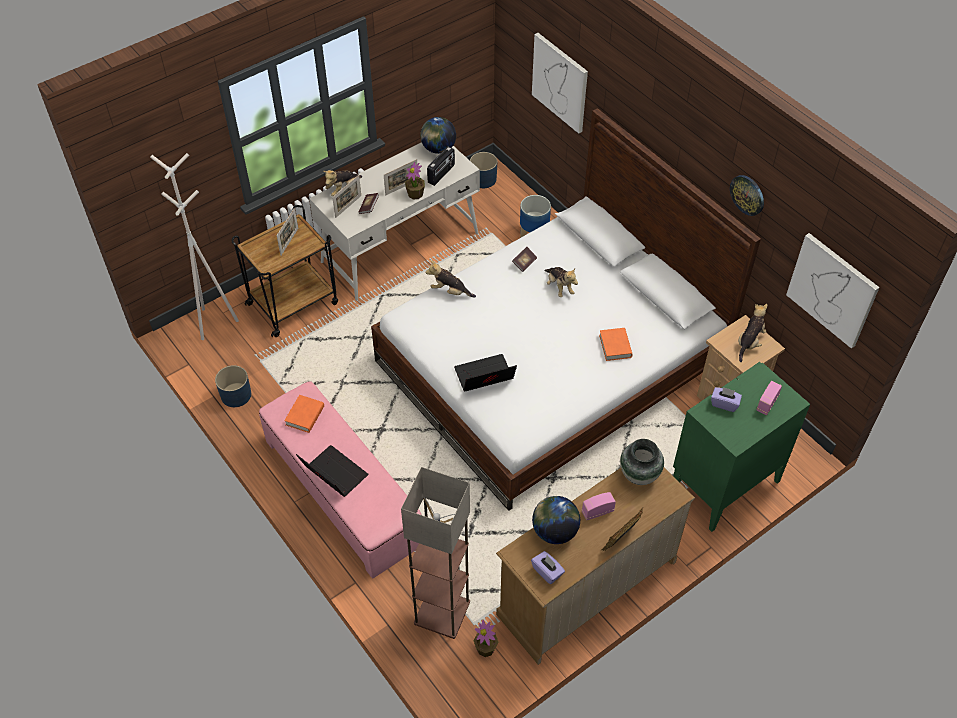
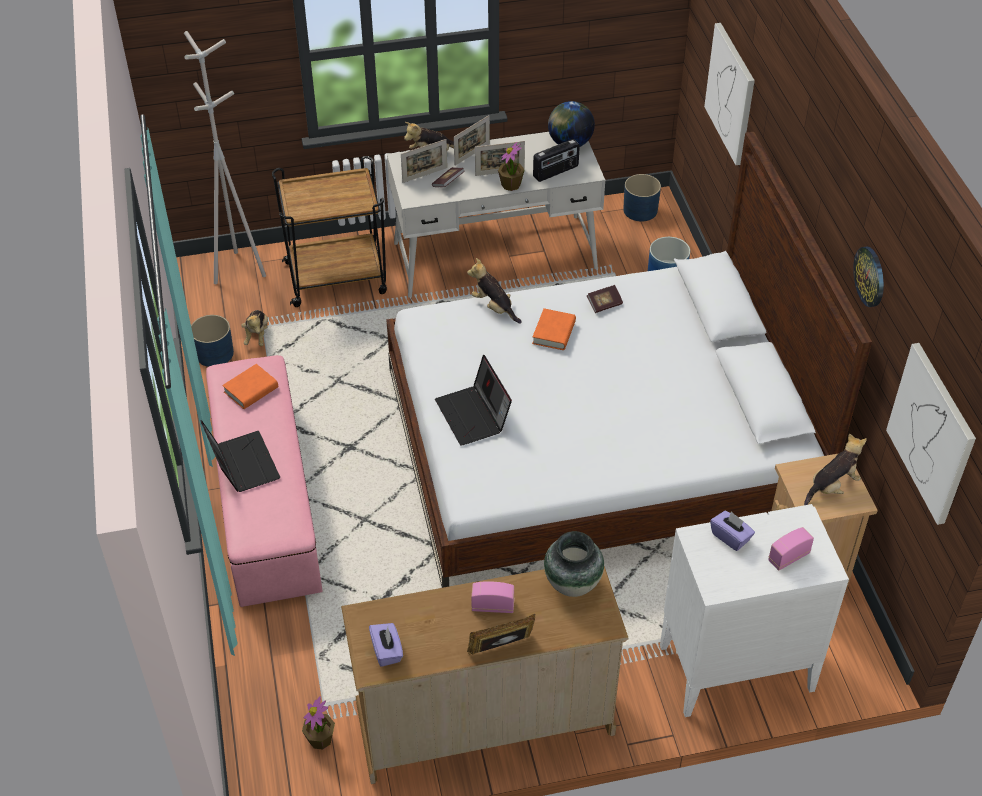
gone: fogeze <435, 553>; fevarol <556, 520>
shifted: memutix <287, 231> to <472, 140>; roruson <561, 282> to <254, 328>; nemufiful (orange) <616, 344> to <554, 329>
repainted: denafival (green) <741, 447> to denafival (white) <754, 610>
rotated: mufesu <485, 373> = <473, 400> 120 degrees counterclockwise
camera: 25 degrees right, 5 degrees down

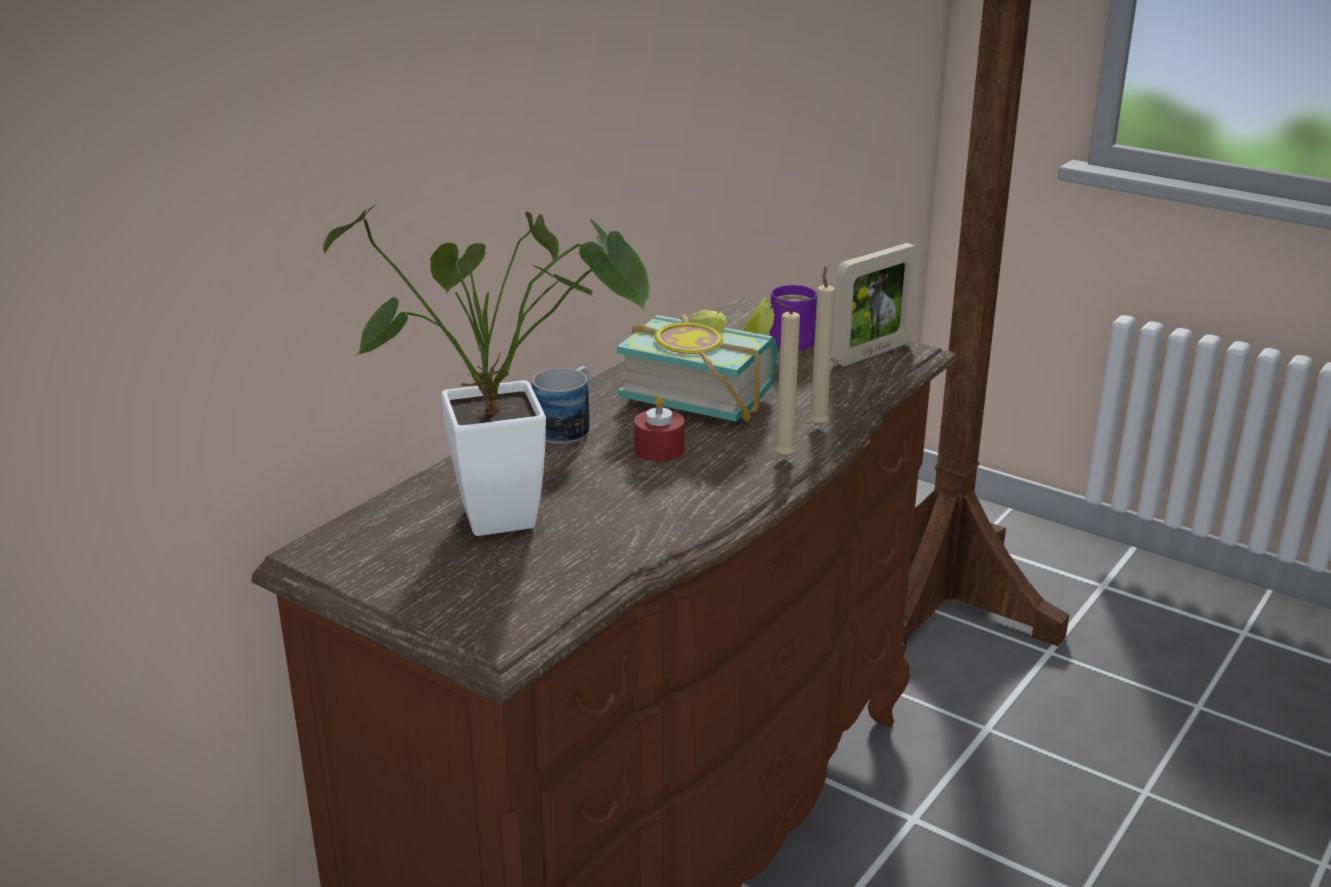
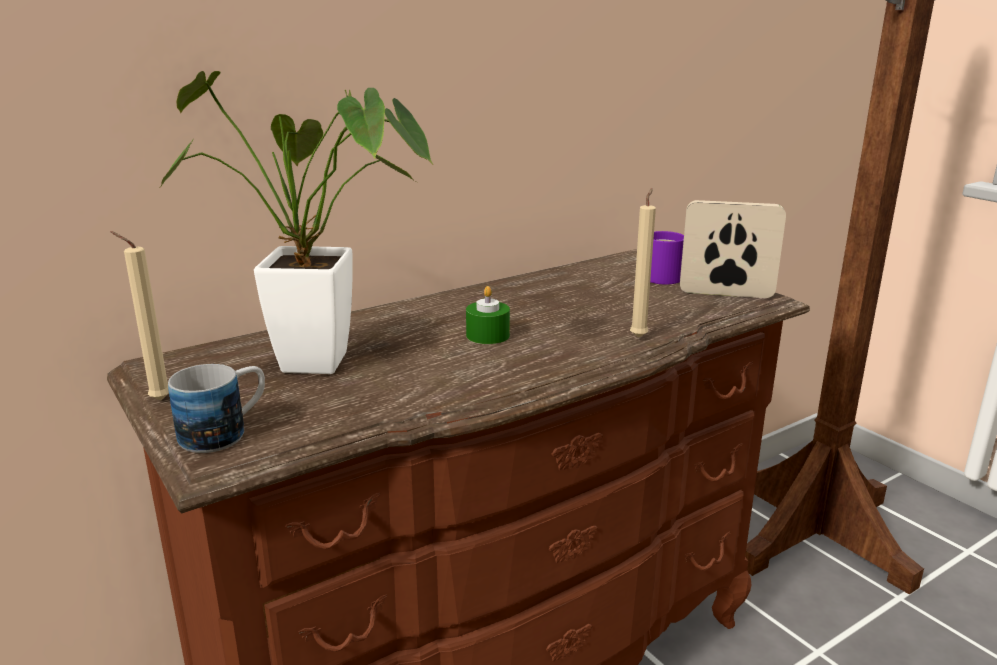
gone: nemufiful <697, 359>
shifted: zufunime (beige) <787, 379> to <139, 315>; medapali <560, 405> to <216, 408>
repainted: zufunime (red) <659, 428> to zufunime (green) <488, 315>
rotated: memutix <875, 304> = <733, 249> 150 degrees counterclockwise
camera: 20 degrees right, 5 degrees down

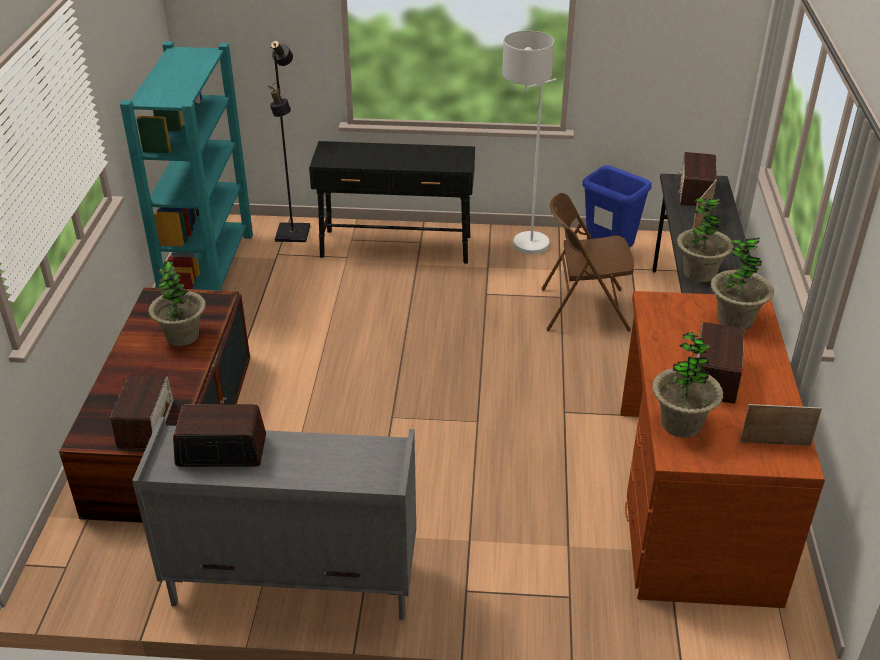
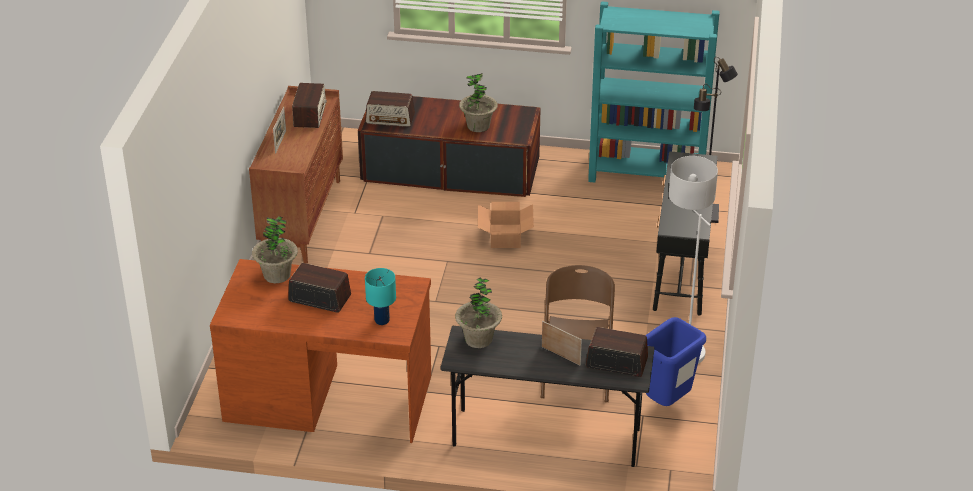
new: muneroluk <506, 225>
shifted: memutix <781, 425> to <279, 130>
swapped: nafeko <742, 283> to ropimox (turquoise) <380, 296>
repainted: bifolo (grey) <274, 518> to bifolo (brown) <296, 175>
camera: 95 degrees right, 0 degrees up

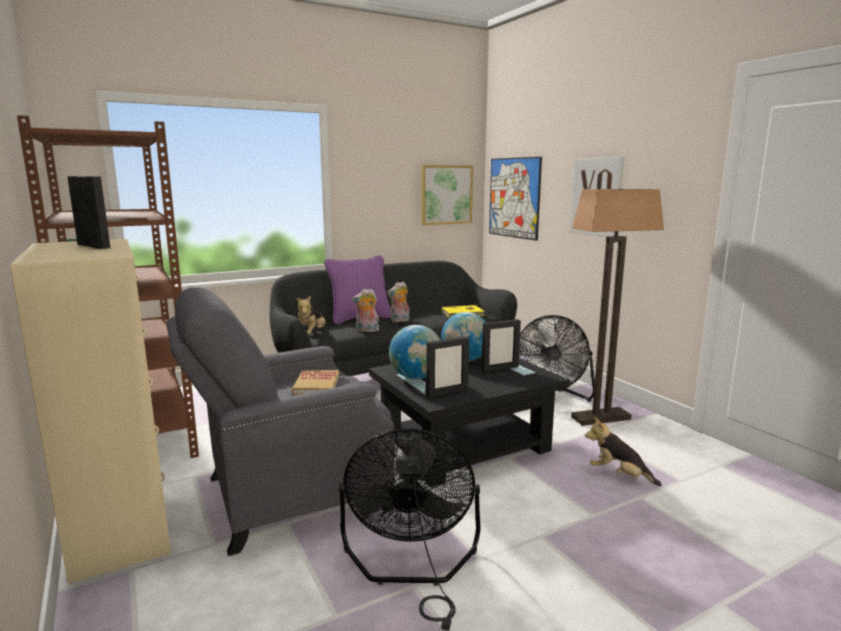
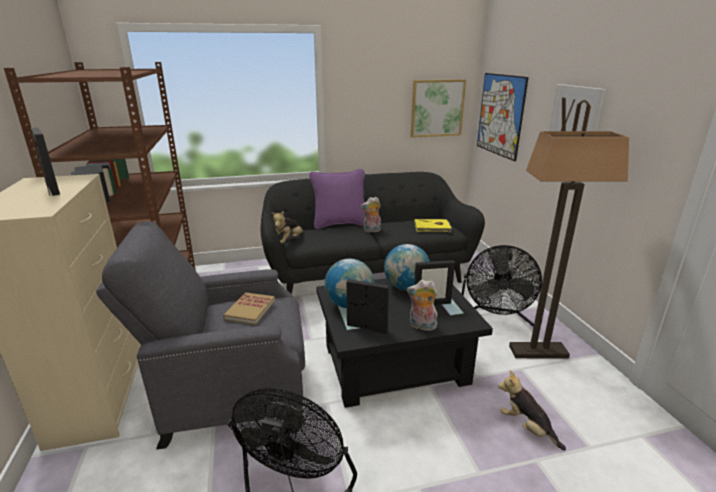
shifted: roruson <365, 310> to <422, 305>
rotated: memutix <447, 366> = <367, 306> 150 degrees counterclockwise
camera: 15 degrees right, 10 degrees up

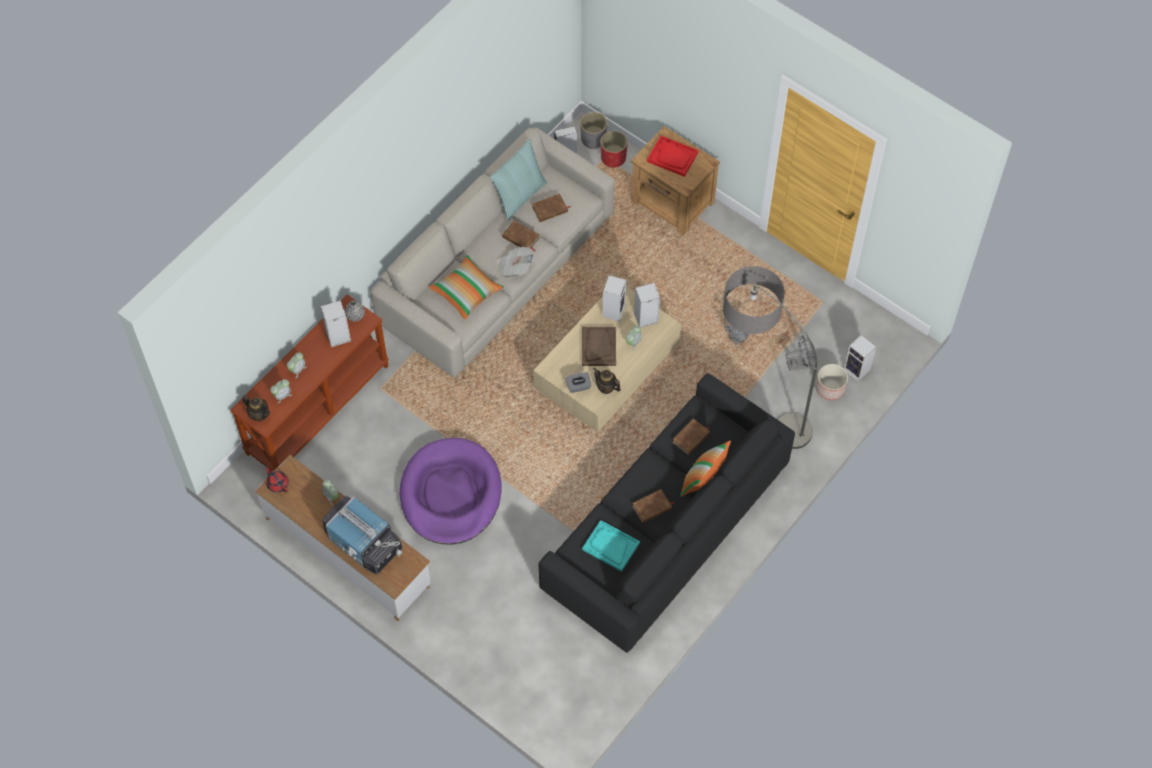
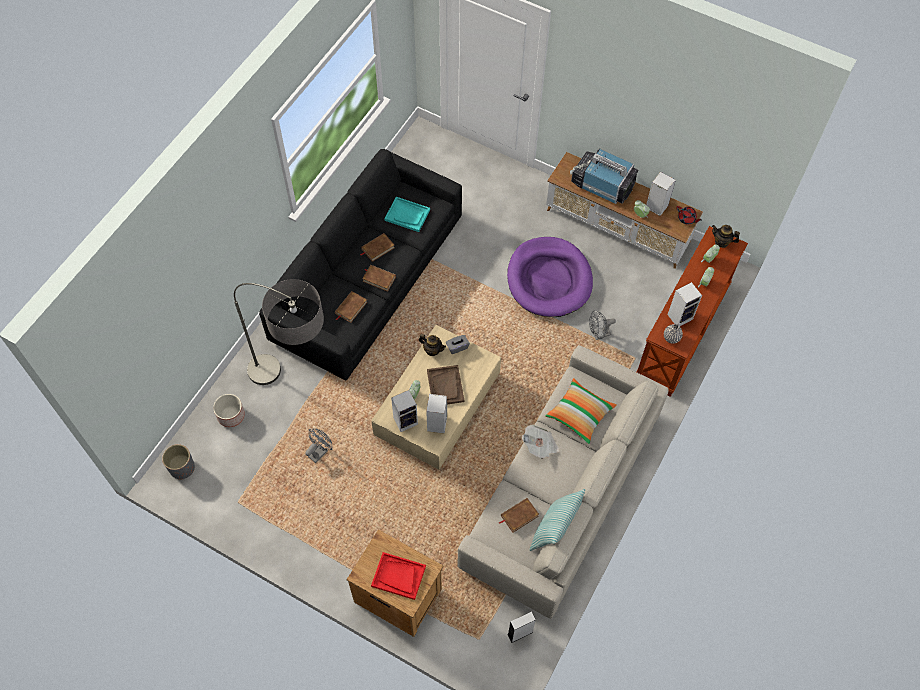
gone: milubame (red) <614, 149>; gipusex <705, 469>
shifted: milubame (grey) <593, 130> to <178, 462>; nemufiful (brown) <520, 236> to <379, 278>; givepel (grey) <800, 353> to <602, 325>; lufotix <860, 358> to <661, 194>
camera: 170 degrees right, 0 degrees up

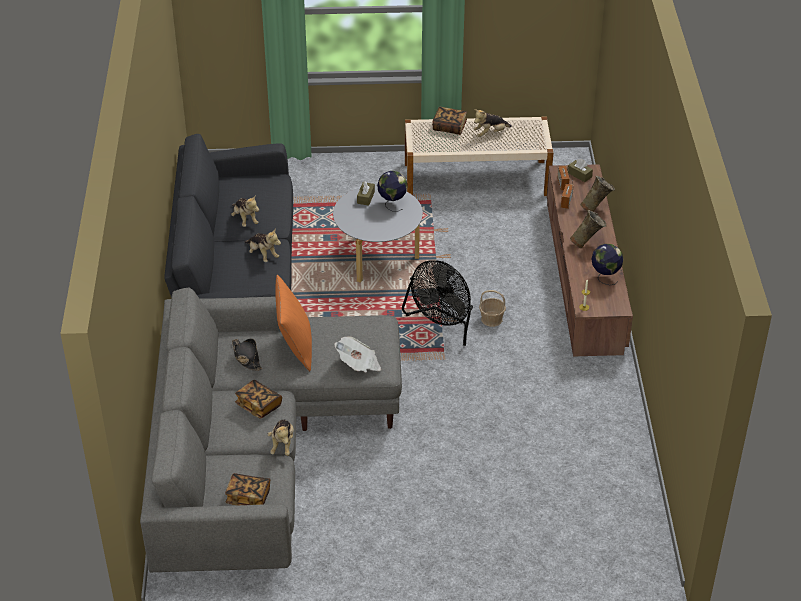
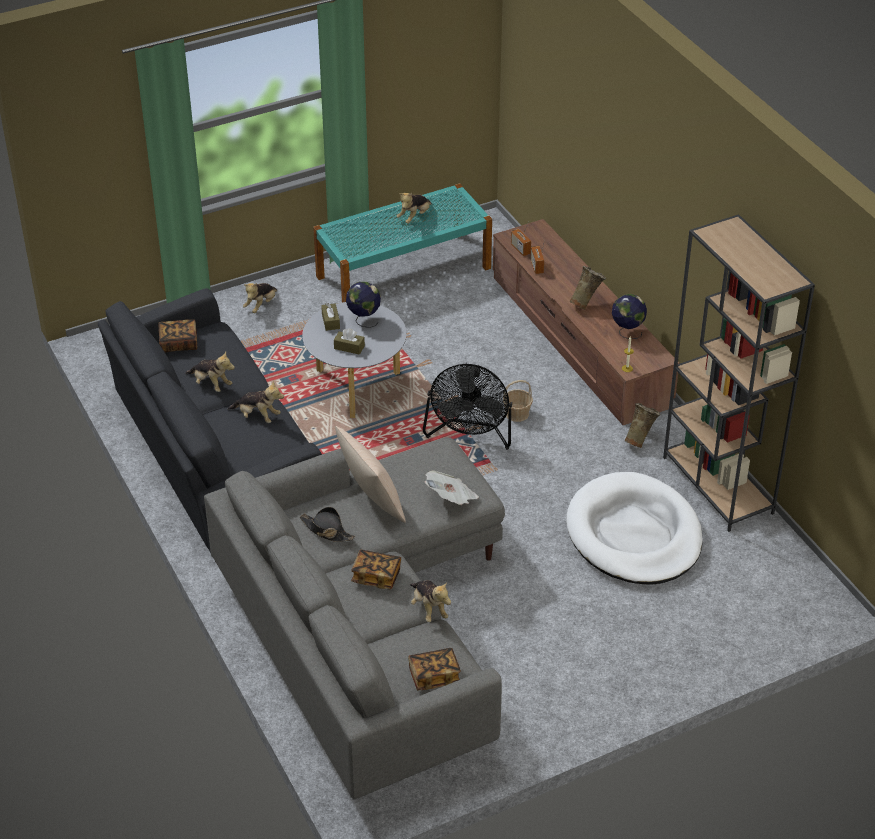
new: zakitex <739, 373>; roruson <260, 298>; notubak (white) <634, 528>
shifted: nemufiful <449, 121> to <178, 336>; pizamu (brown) <580, 170> to <349, 341>; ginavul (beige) <597, 194> to <642, 425>
repainted: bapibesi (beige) <479, 156> to bapibesi (turquoise) <402, 243>; gipusex (orange) <293, 323> to gipusex (beige) <370, 474>
camera: 25 degrees left, 0 degrees up

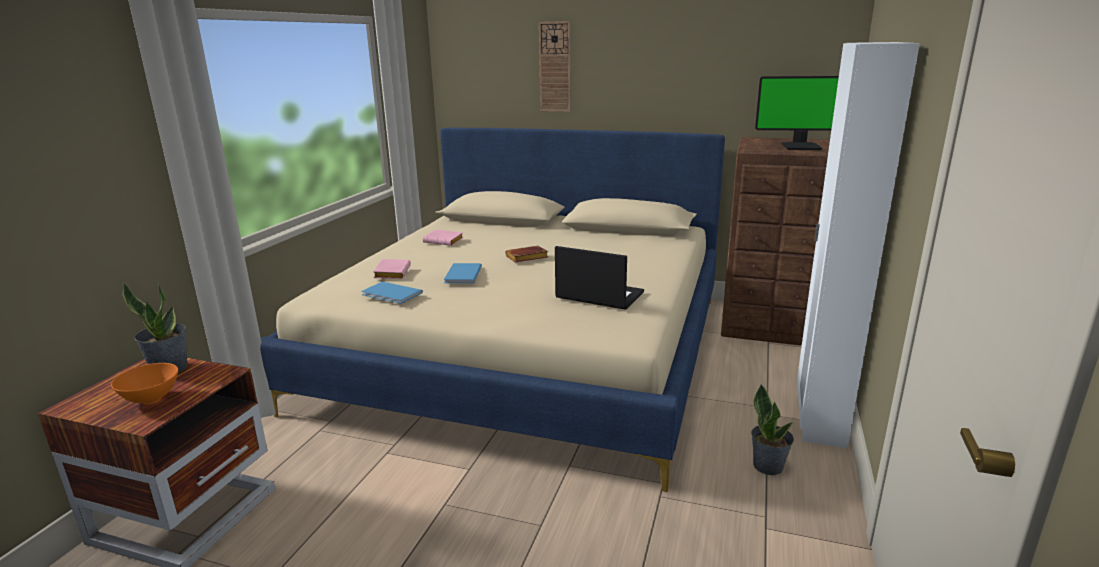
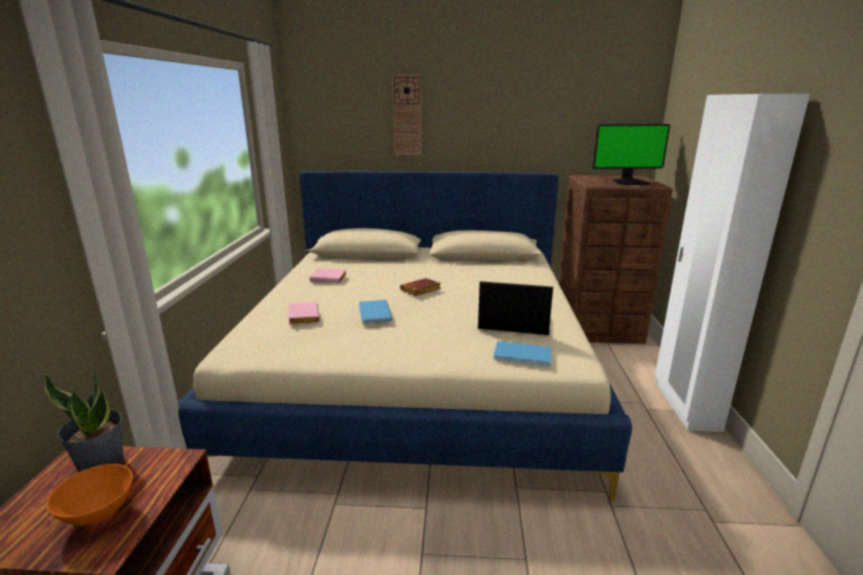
gone: nafeko <772, 429>
shifted: nemufiful (blue) <392, 293> to <522, 353>
camera: 15 degrees left, 0 degrees up

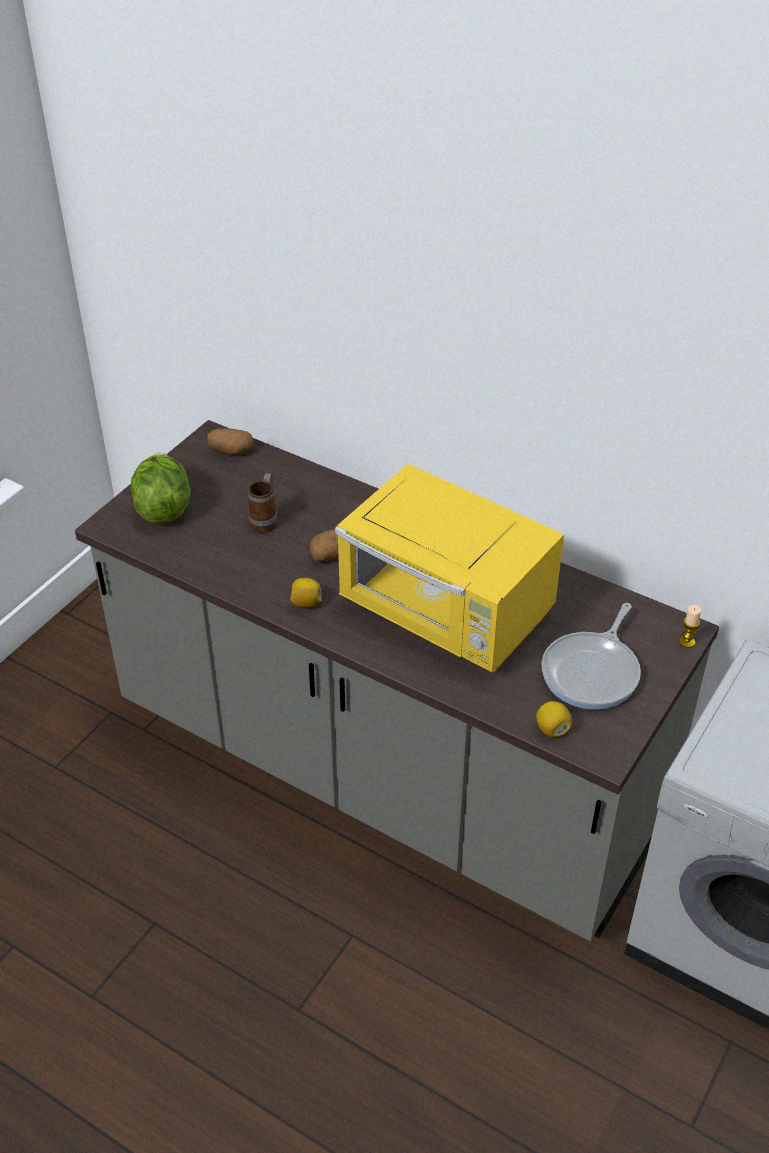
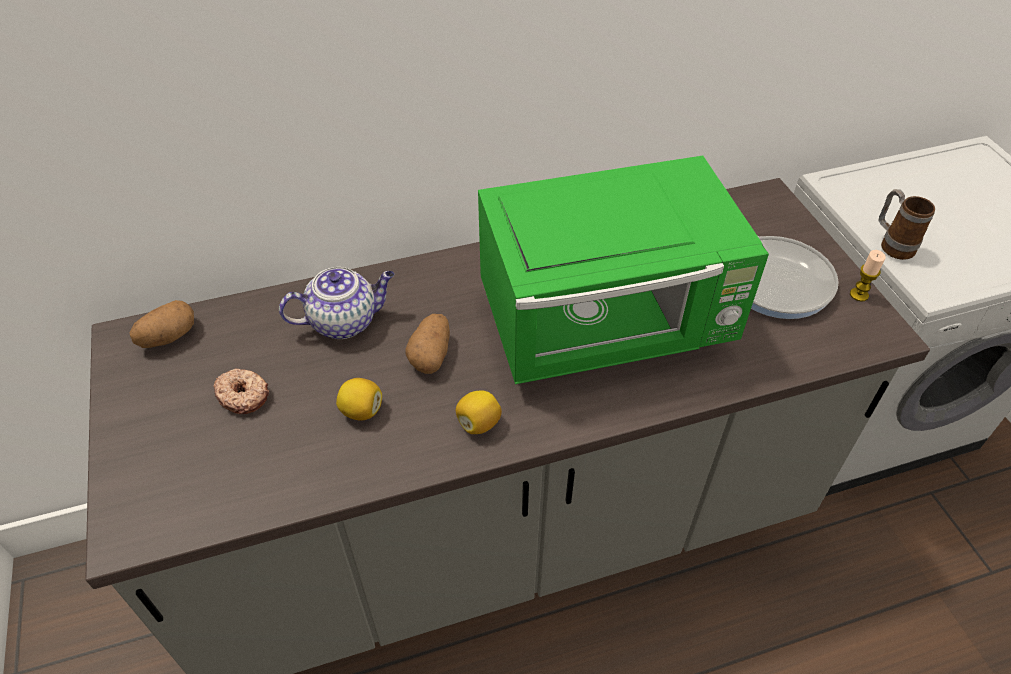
gone: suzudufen <160, 488>
new: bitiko <337, 303>; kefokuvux <241, 391>
shifted: medapali <263, 503> to <907, 224>; zufunime <690, 626> to <867, 276>; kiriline <554, 719> to <359, 399>
repainted: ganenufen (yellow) <449, 568> to ganenufen (green) <623, 270>
camera: 50 degrees left, 5 degrees up

